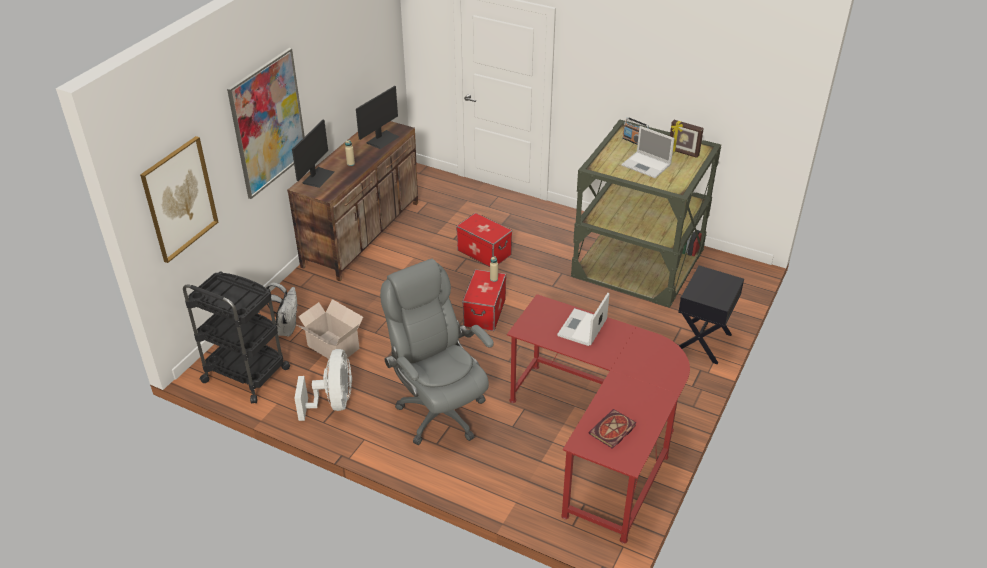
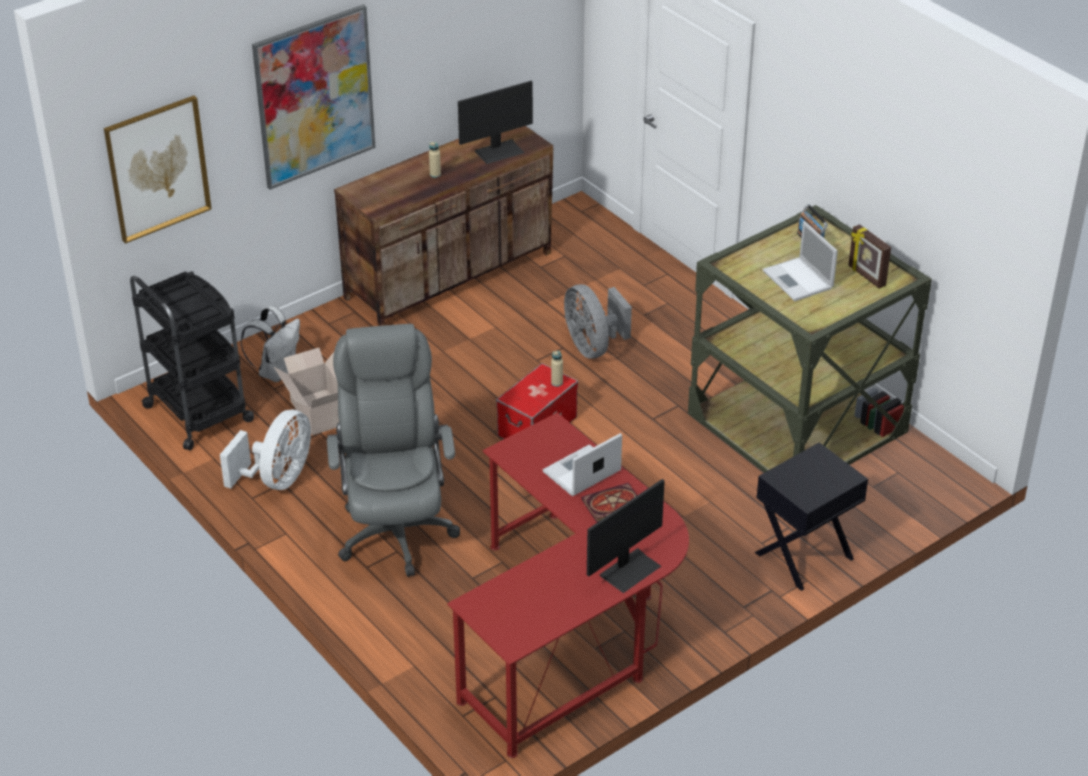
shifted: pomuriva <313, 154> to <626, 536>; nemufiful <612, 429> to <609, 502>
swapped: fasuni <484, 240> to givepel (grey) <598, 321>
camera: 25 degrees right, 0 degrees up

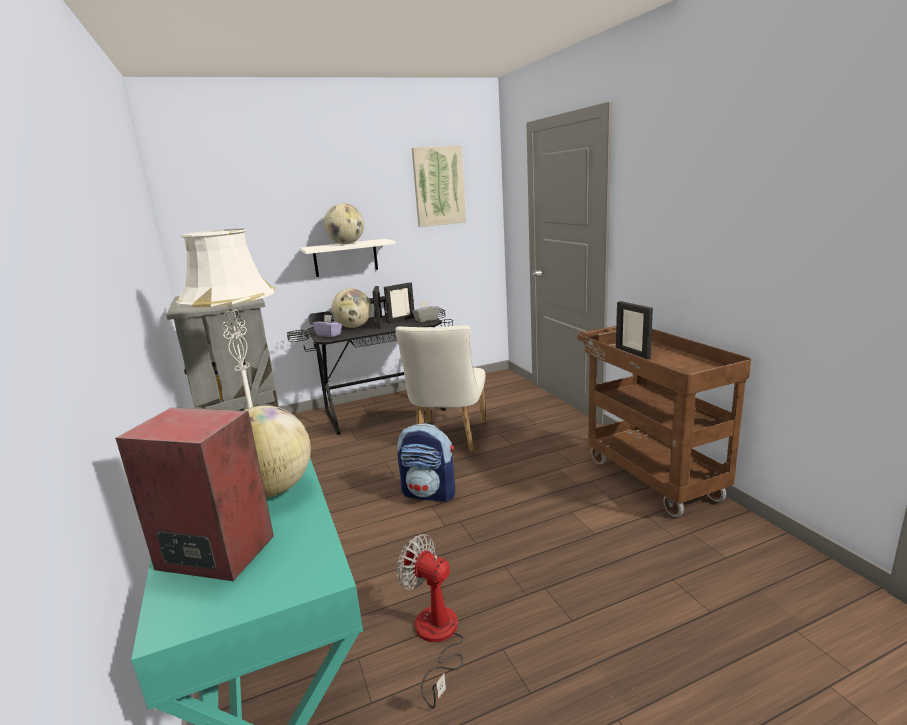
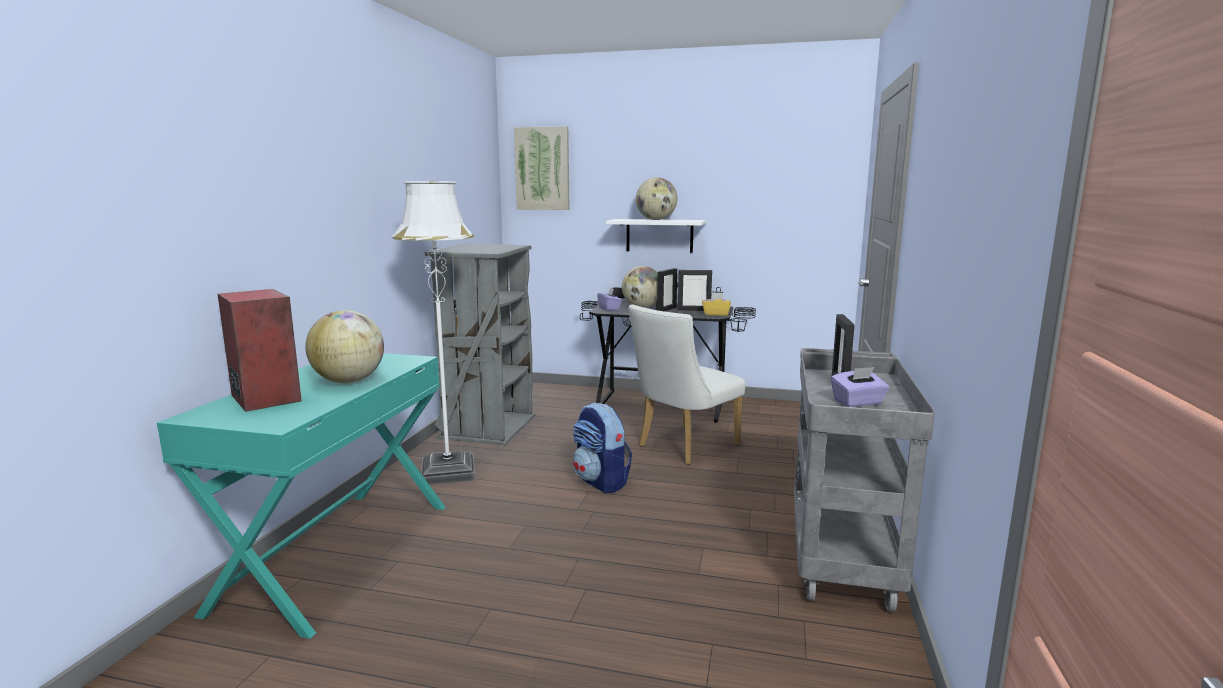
gone: givepel <430, 621>
new: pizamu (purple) <860, 387>
shifted: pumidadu <439, 186> to <542, 168>
repainted: pizamu (grey) <425, 311> to pizamu (yellow) <716, 304>; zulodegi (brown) <664, 421> to zulodegi (grey) <864, 480>
camera: 35 degrees right, 5 degrees down

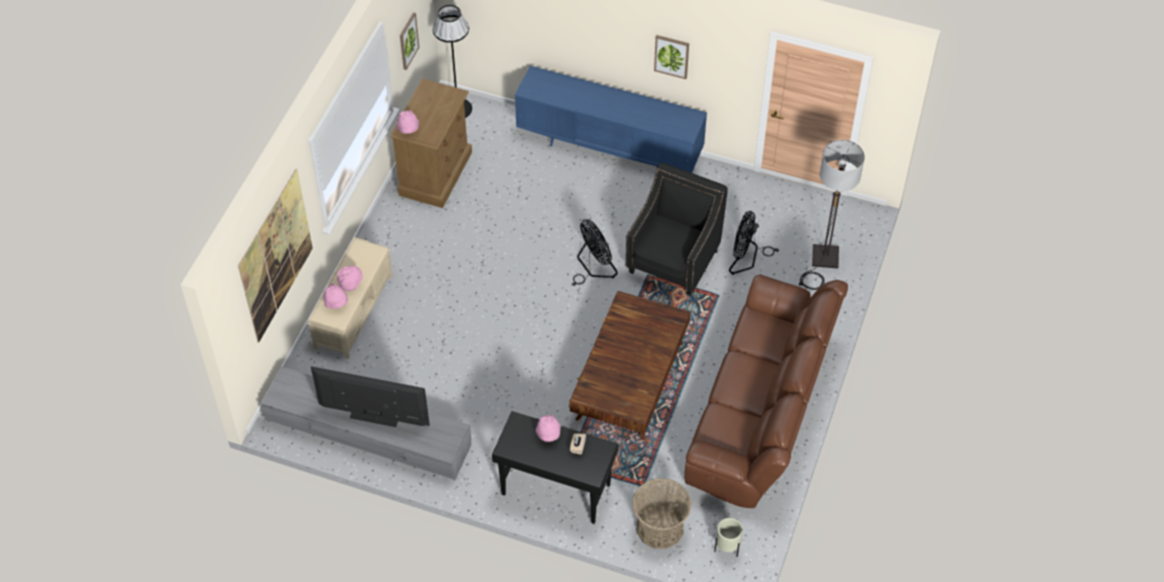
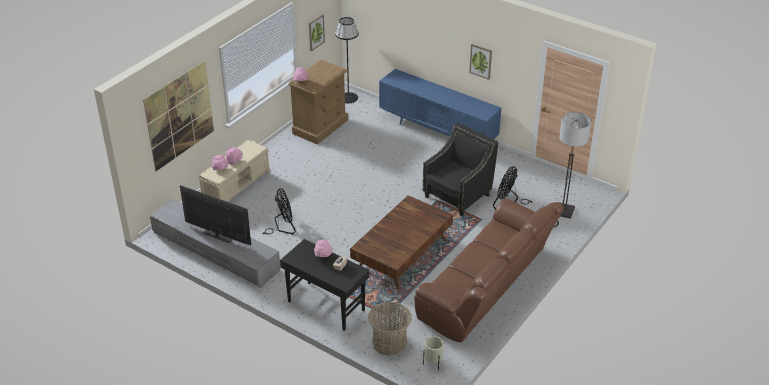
shifted: givepel (black) <594, 252> to <279, 211>
camera: 15 degrees right, 15 degrees down

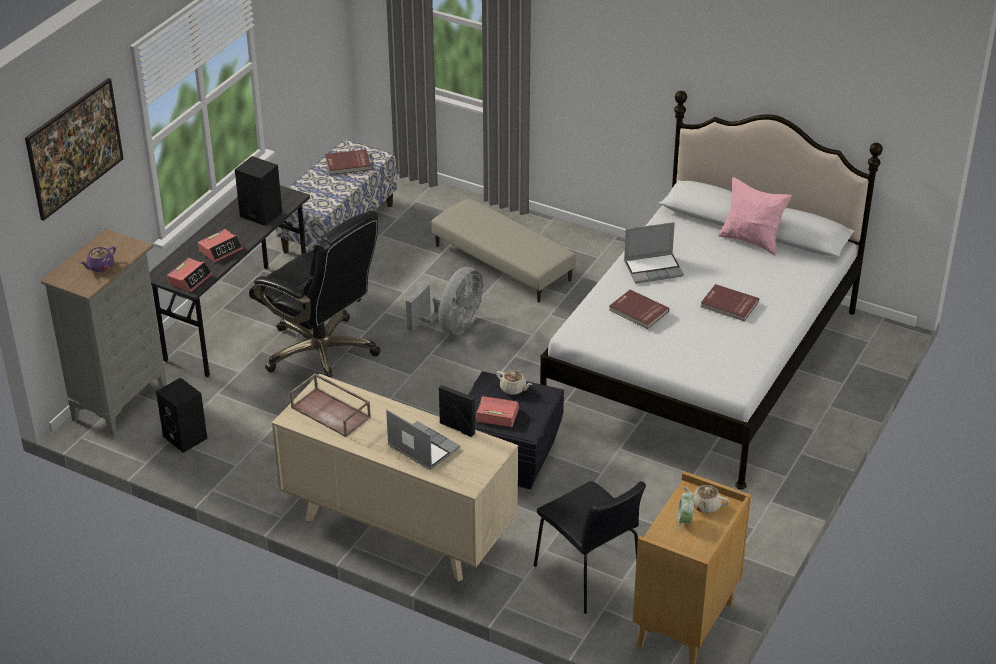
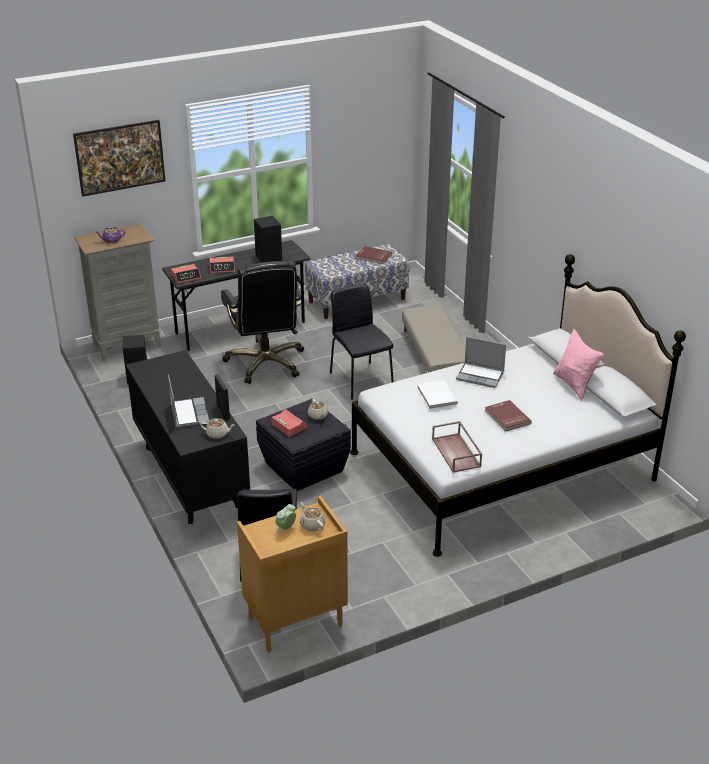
new: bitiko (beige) <217, 428>
shifted: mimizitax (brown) <330, 405> to <457, 447>
swapped: givepel (grey) <444, 301> to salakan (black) <362, 342>
repainted: nemufiful (red) <639, 309> to nemufiful (white) <437, 394>; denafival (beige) <395, 477> to denafival (black) <188, 437>
camera: 35 degrees right, 5 degrees down

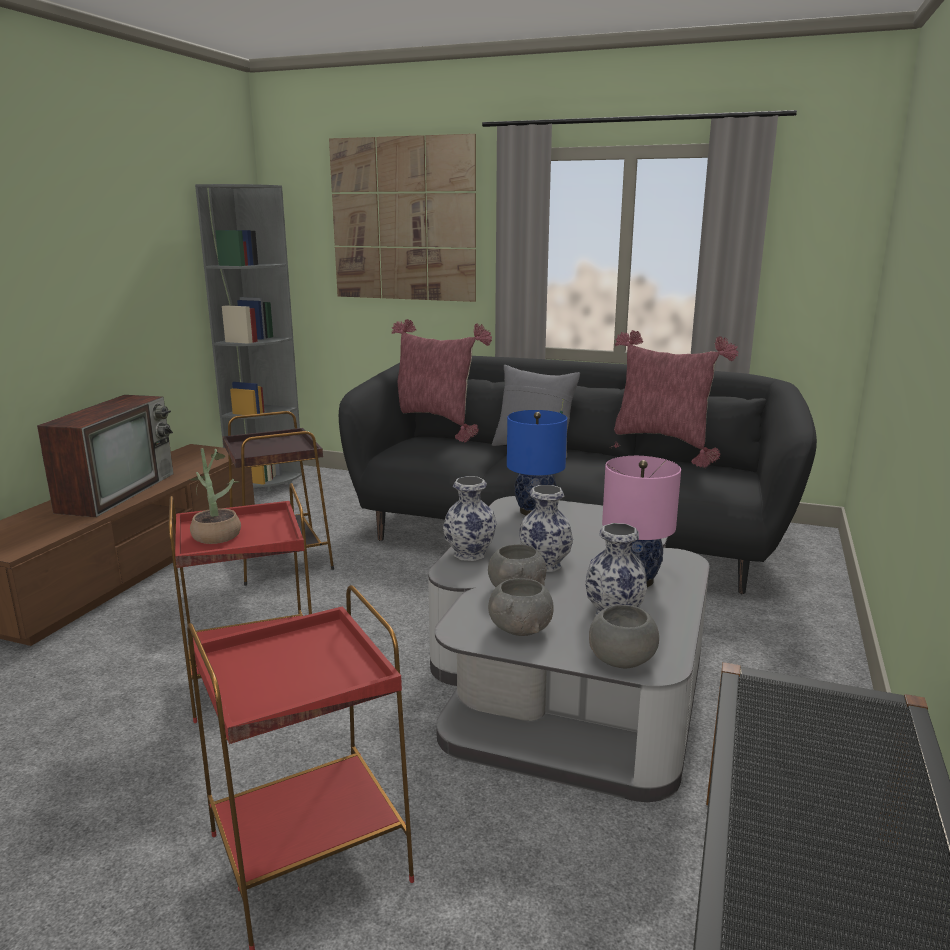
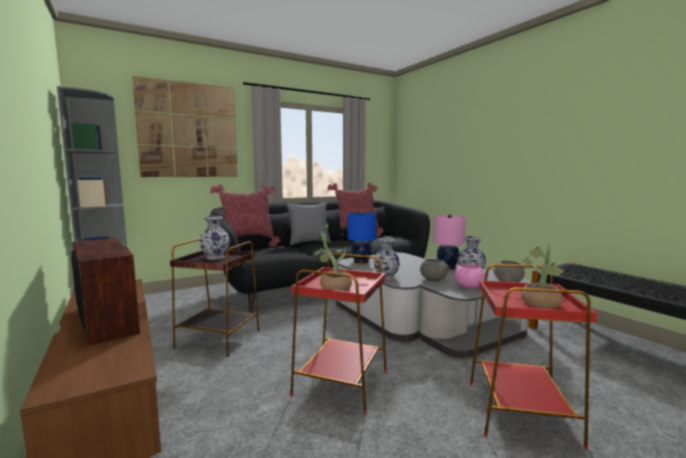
new: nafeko <542, 275>
shifted: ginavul <546, 528> to <214, 237>
repainted: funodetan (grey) <521, 607> to funodetan (pink) <469, 276>
camera: 50 degrees left, 10 degrees down

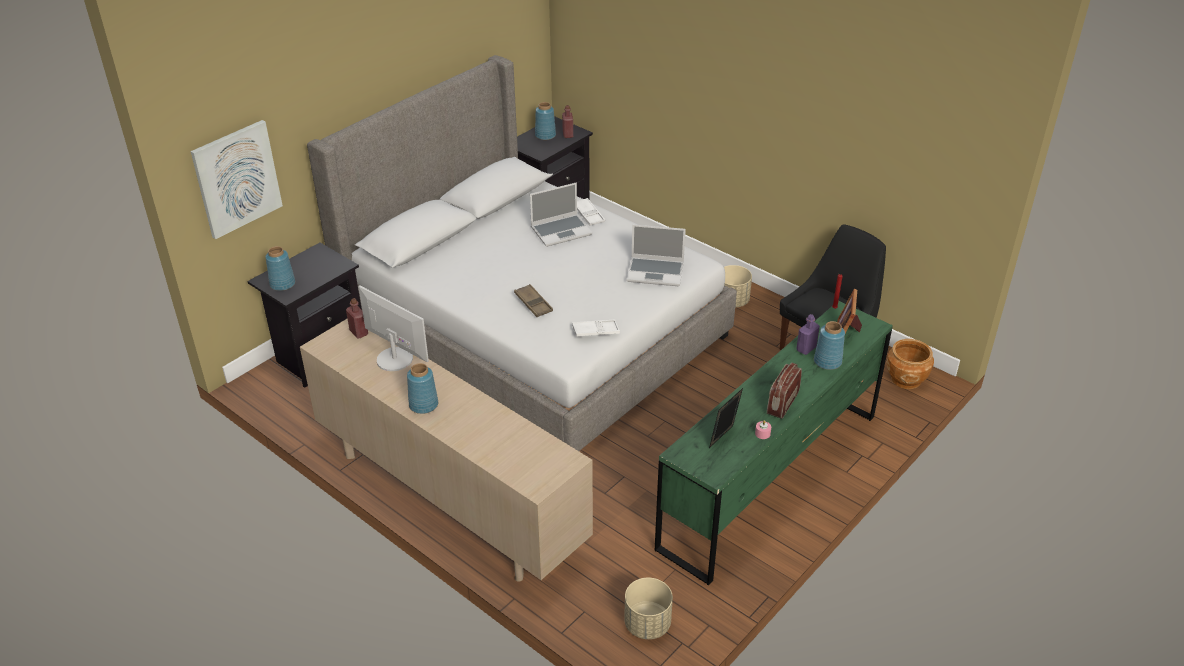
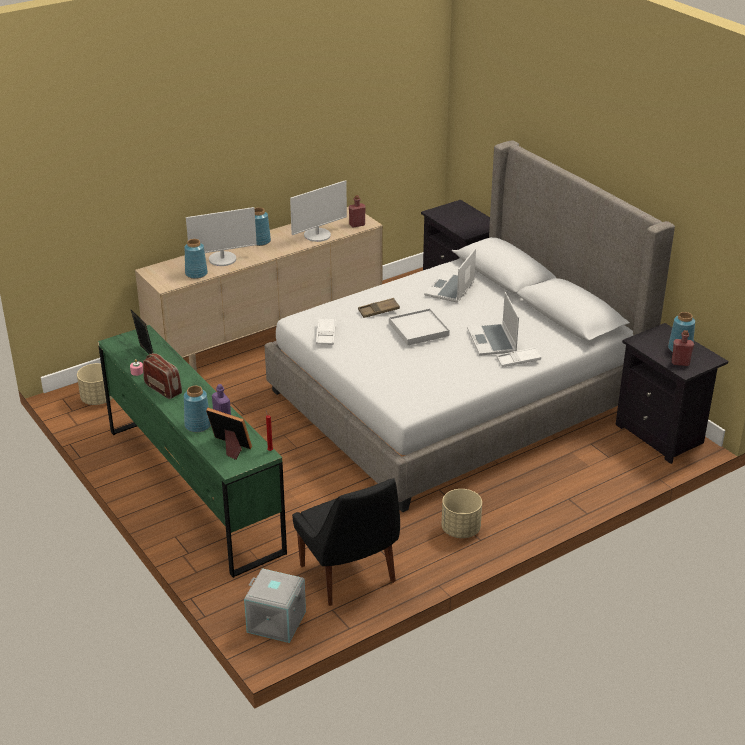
gone: pumidadu <237, 179>
new: pomuriva <221, 236>; mimizitax (white) <419, 327>
shifted: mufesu <656, 255> to <450, 275>; ginavul (blue) <280, 268> to <196, 259>
swapped: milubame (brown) <910, 364> to fasuni (grey) <275, 605>
camera: 105 degrees right, 5 degrees down

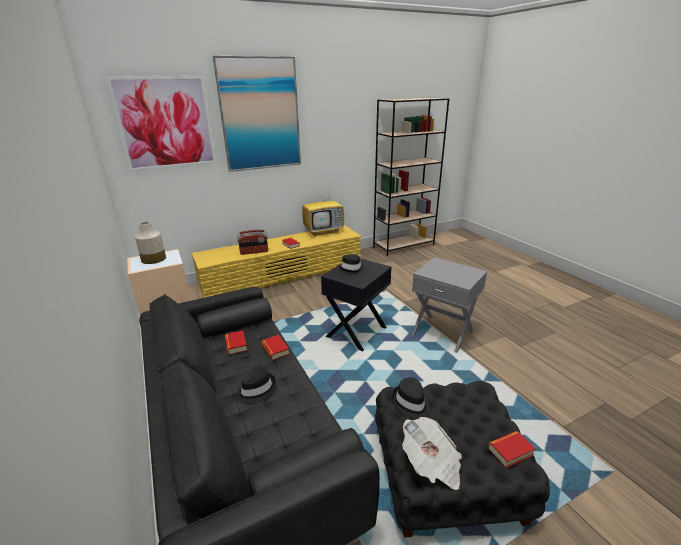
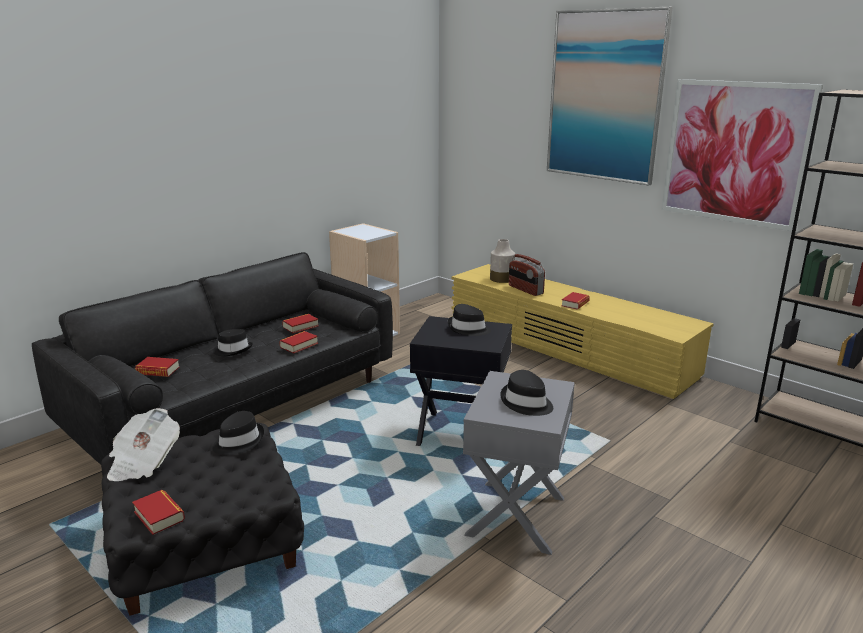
gone: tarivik <323, 213>
new: nemufiful <157, 367>; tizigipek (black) <526, 393>
shifted: pumidadu <161, 123> to <742, 155>; ginavul (beige) <150, 242> to <502, 261>
camera: 70 degrees right, 5 degrees down

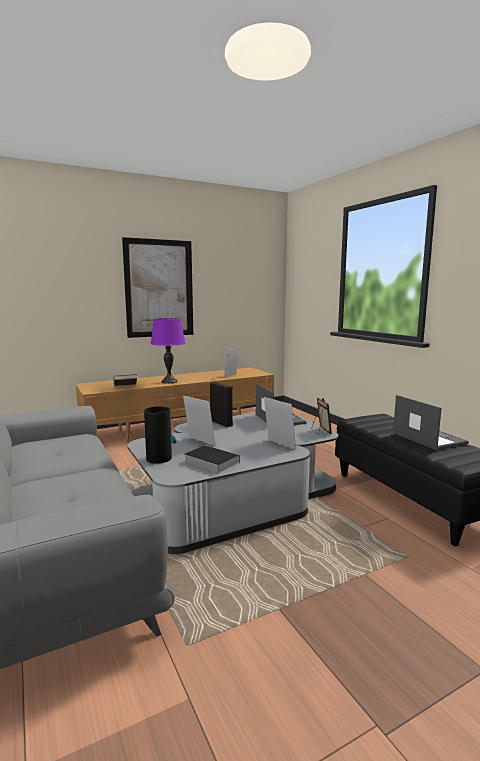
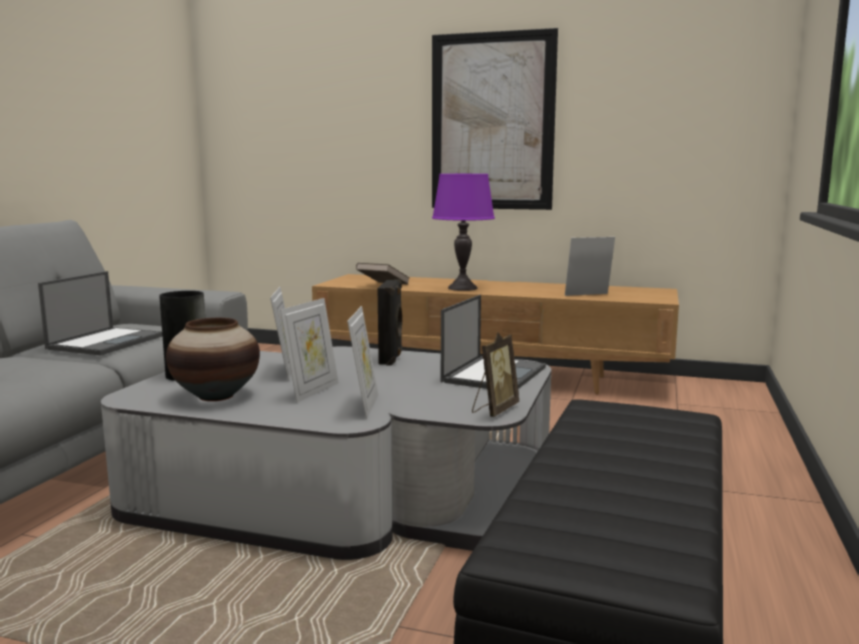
new: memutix <309, 350>
shifted: mufesu <431, 422> to <100, 313>
swapped: nemufiful <212, 459> to ginavul <213, 359>
camera: 45 degrees right, 0 degrees up

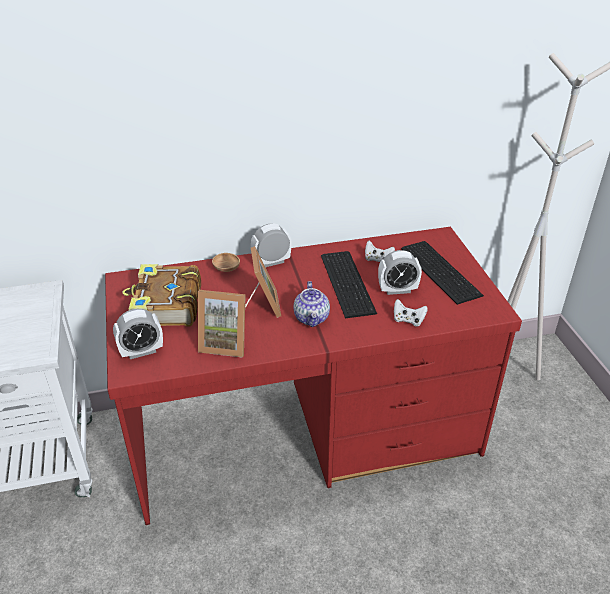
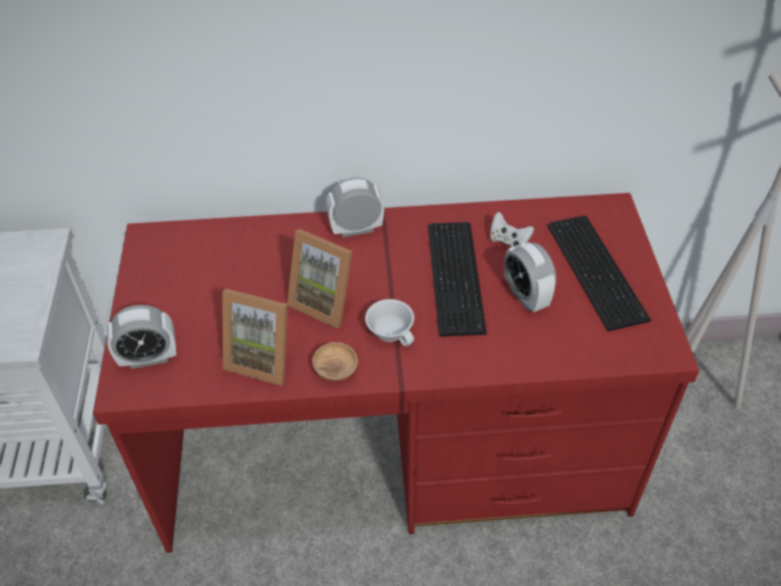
gone: nemufiful <161, 295>; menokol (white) <411, 313>
shifted: funodetan (brown) <226, 262> to <335, 361>
swapped: bitiko <312, 304> to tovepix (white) <389, 323>
rotated: memutix <263, 282> = <319, 278> 120 degrees clockwise; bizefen <400, 272> = <530, 277> 60 degrees clockwise
camera: 10 degrees right, 10 degrees up

